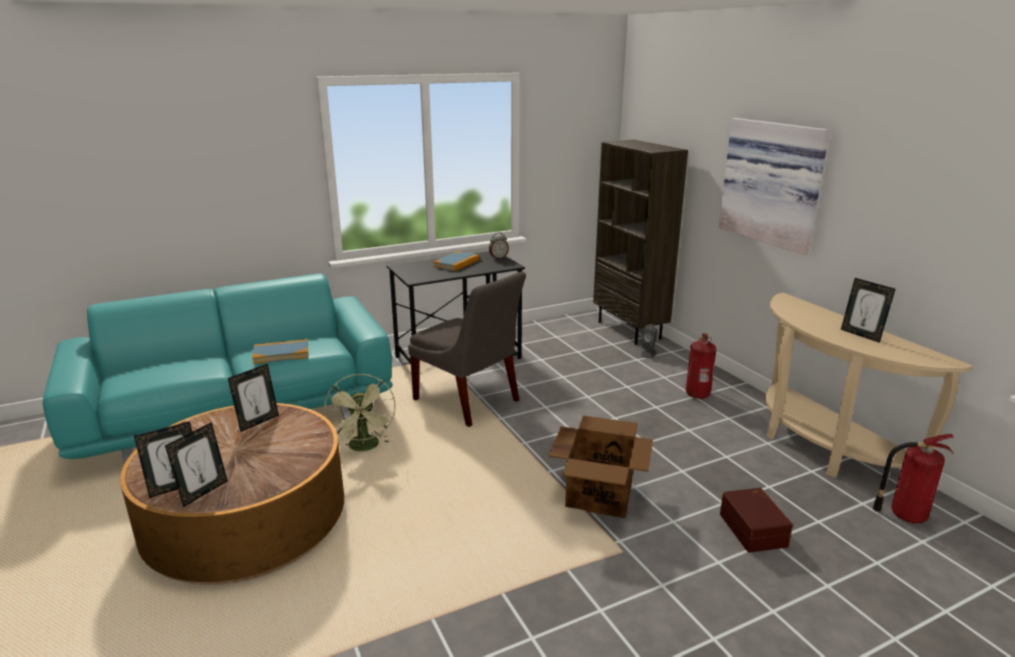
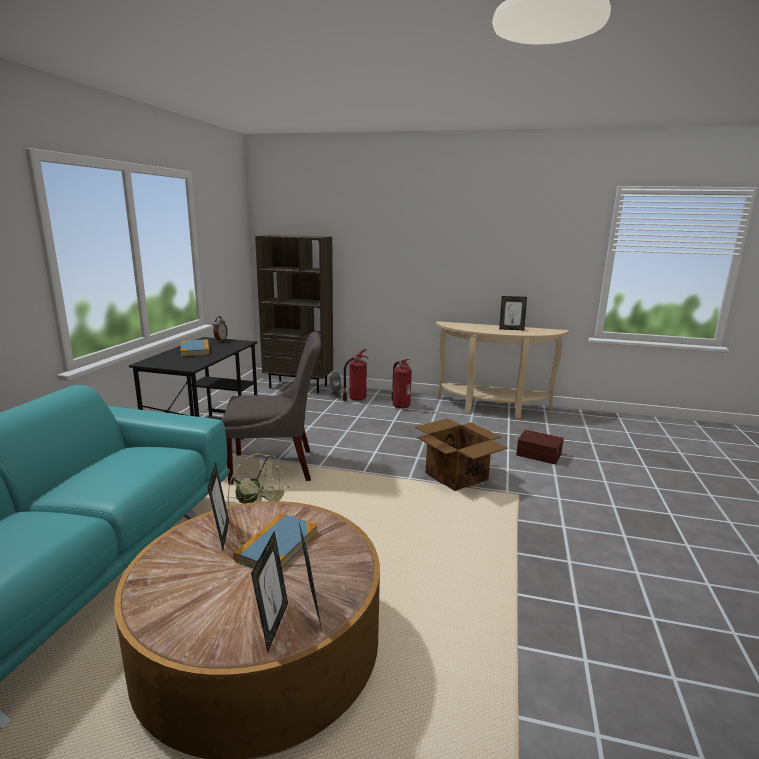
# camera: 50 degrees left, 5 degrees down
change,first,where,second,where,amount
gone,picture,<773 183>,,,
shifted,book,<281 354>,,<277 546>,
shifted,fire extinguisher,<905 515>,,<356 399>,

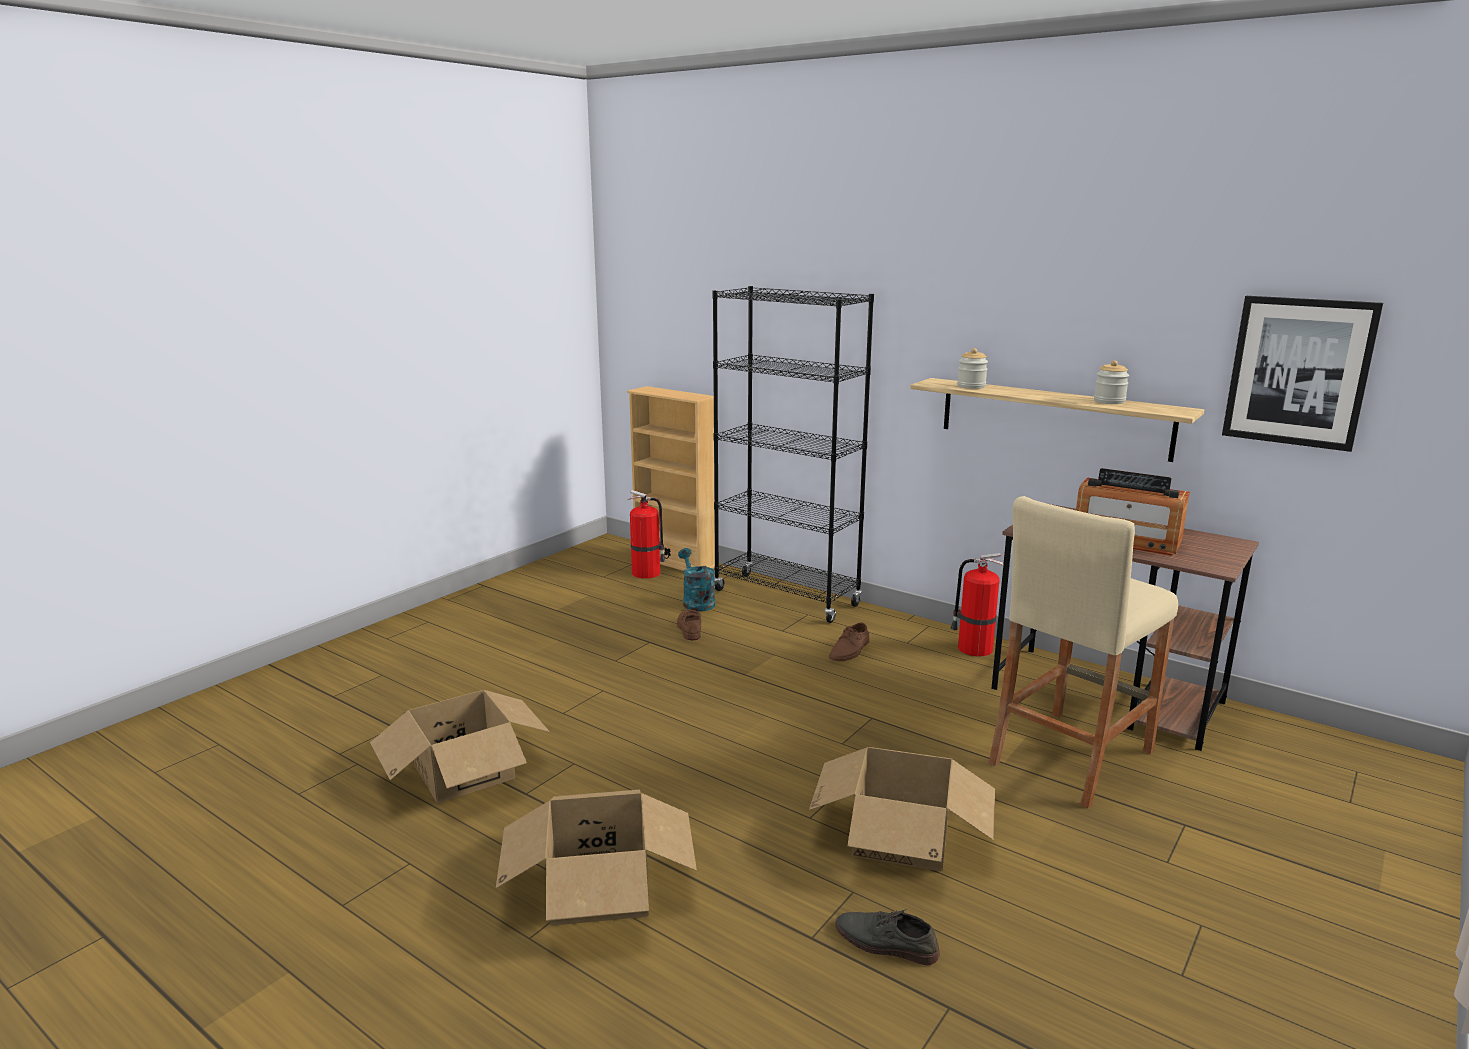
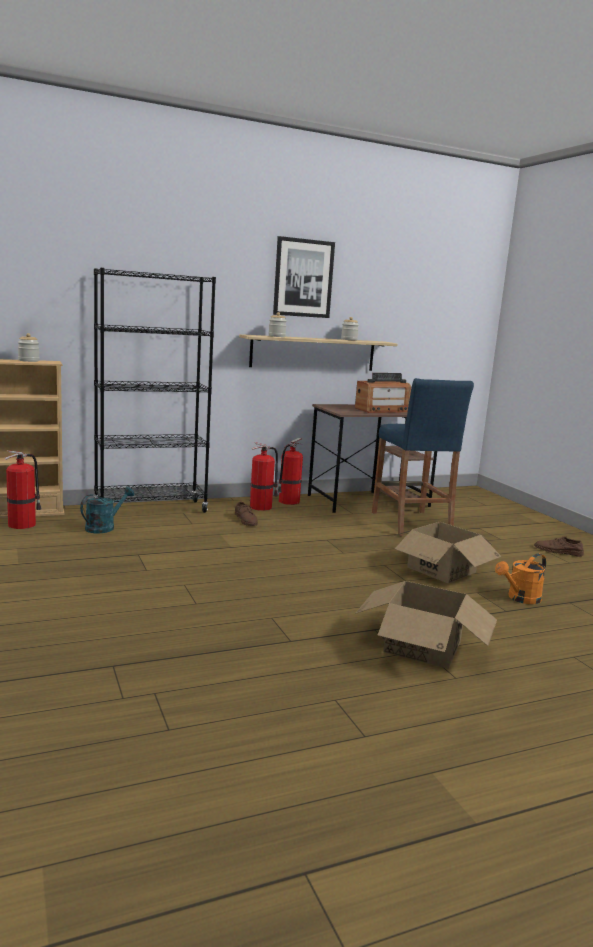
# camera: 60 degrees left, 5 degrees down
change,first,where,second,where,amount
gone,cardboard box,<463 771>,,,
new,,,jar,<29 360>,
new,,,fire extinguisher,<262 507>,
shifted,brown shoe,<689 628>,,<558 551>,
shifted,picture,<1298 372>,,<303 278>,
swapped,grey shoe,<885 943>,orange watering can,<520 599>,
repainted,beige stool,<1070 757>,blue stool,<410 523>,
rotated,turquoise watering can,<696 601>,,<104 527>,120 degrees clockwise

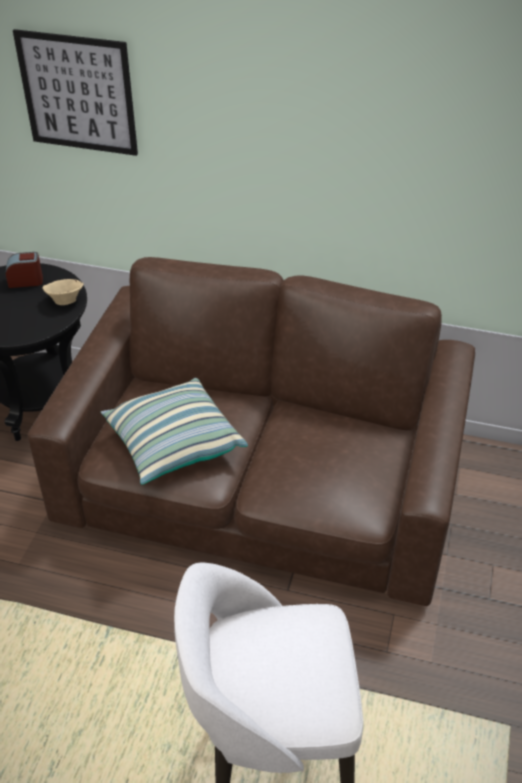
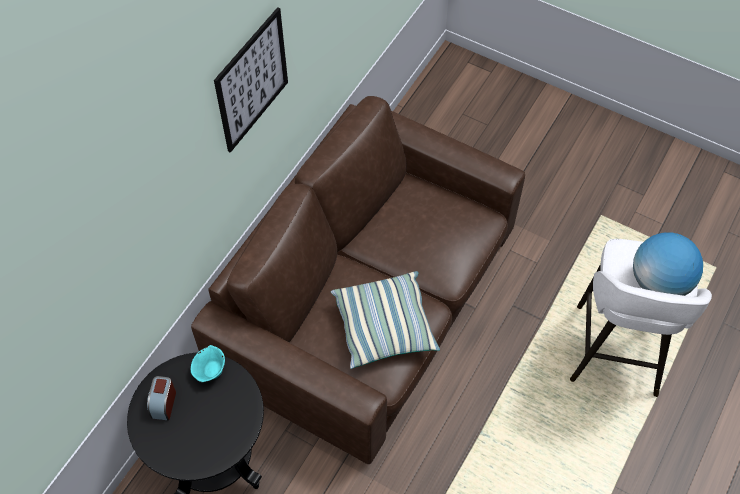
# camera: 75 degrees left, 15 degrees up
change,first,where,second,where,amount
new,,,globe,<659 282>,
shifted,picture,<78 93>,,<252 80>,
repainted,beige bowl,<65 301>,turquoise bowl,<210 371>,

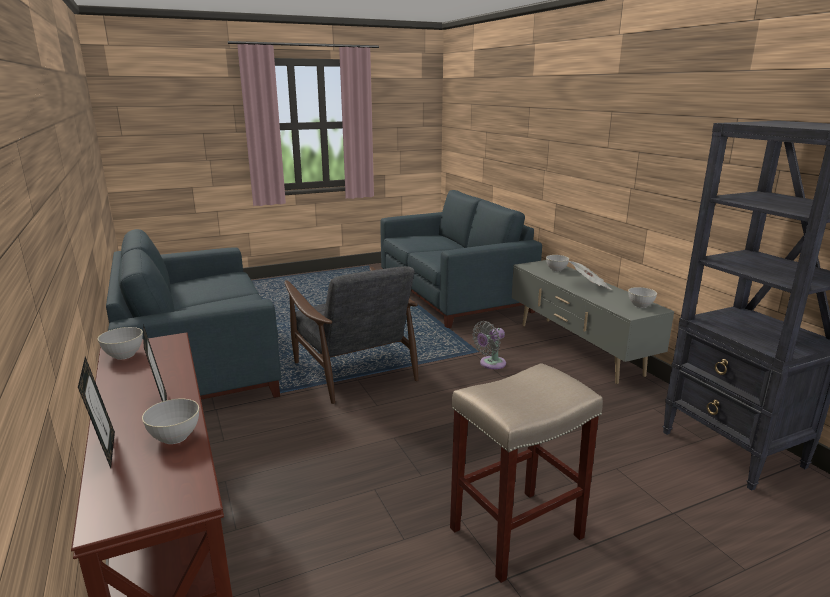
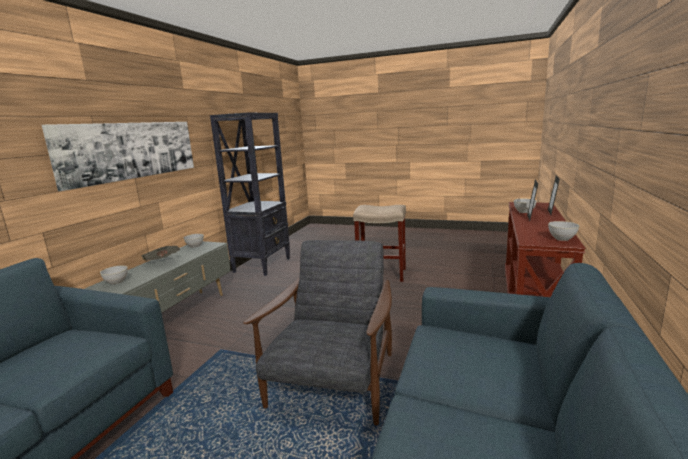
# camera: 135 degrees left, 5 degrees down
change,first,where,second,where,amount
gone,grey fan,<490 364>,,,
new,,,picture,<131 150>,

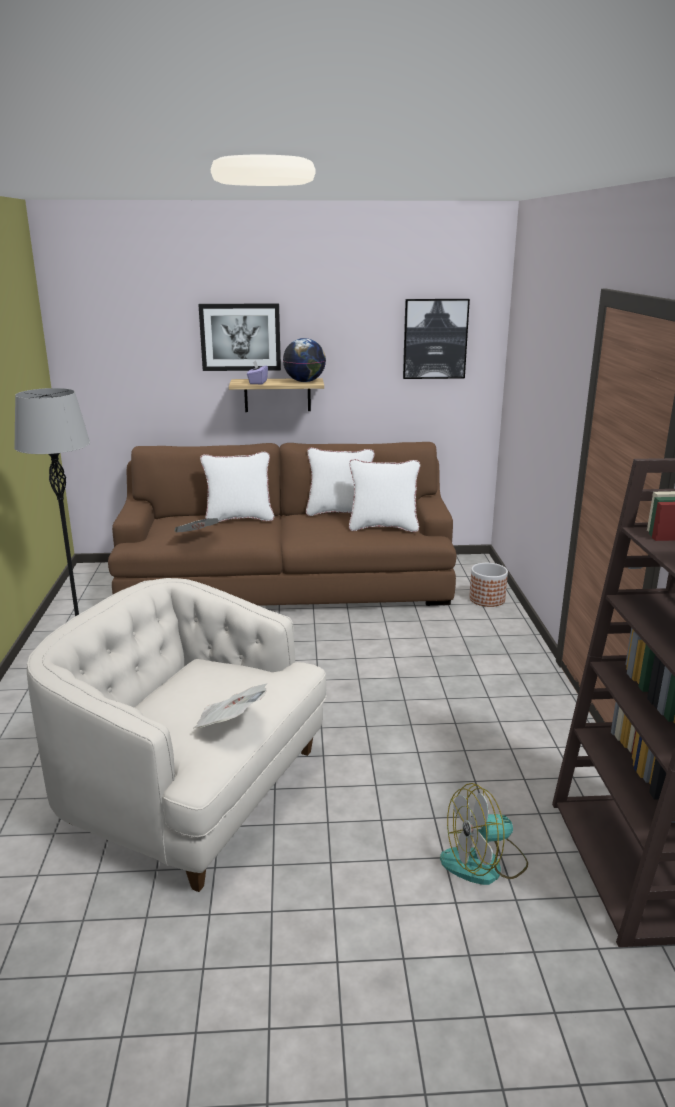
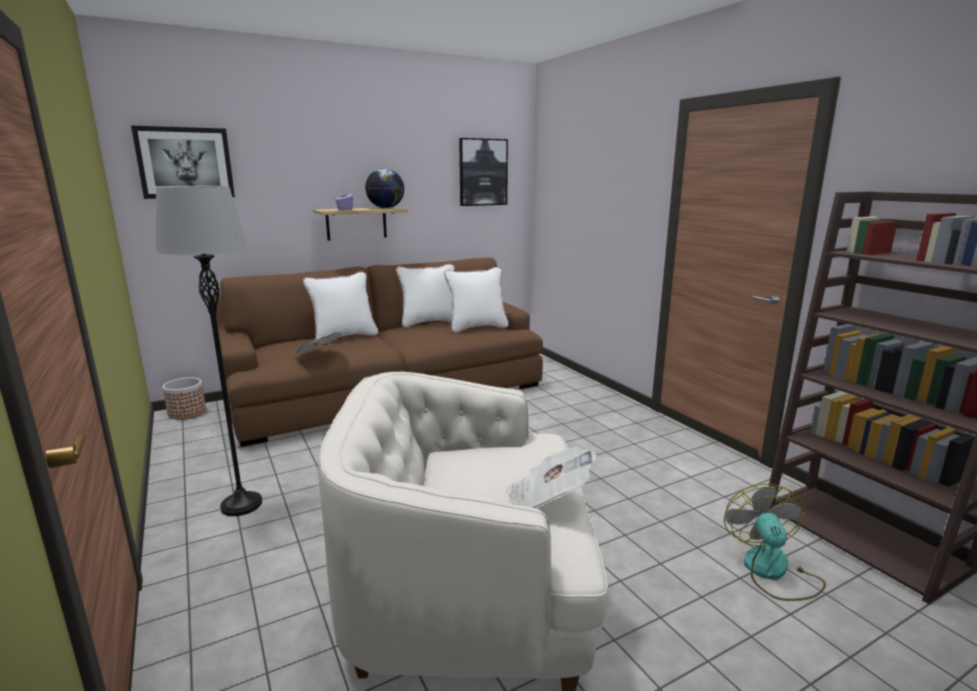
# camera: 25 degrees left, 5 degrees down
change,first,where,second,where,amount
shifted,picture,<240 337>,,<185 163>,
shifted,planter,<487 599>,,<187 412>,
rotated,fan,<484 863>,,<772 572>,135 degrees clockwise

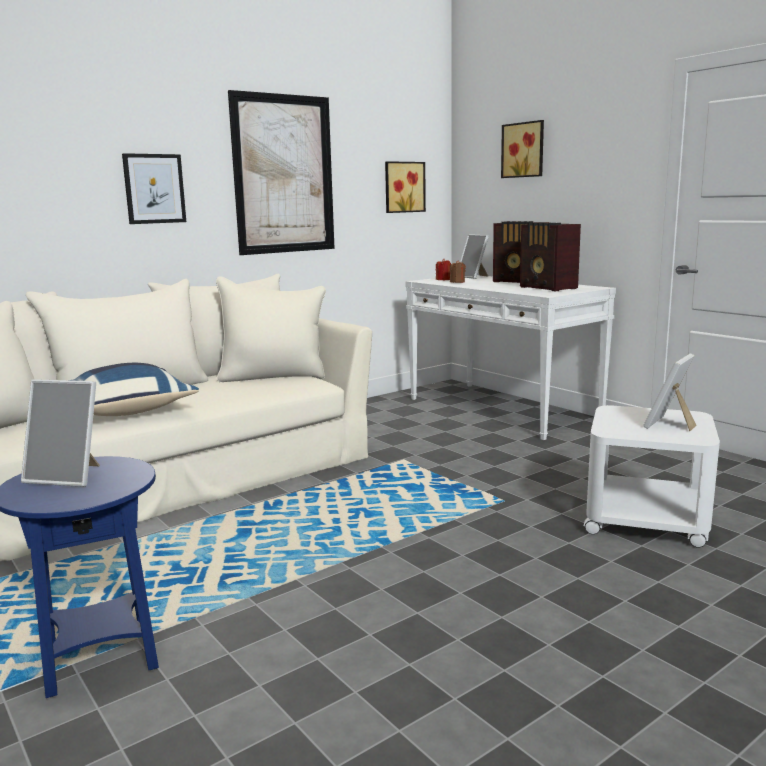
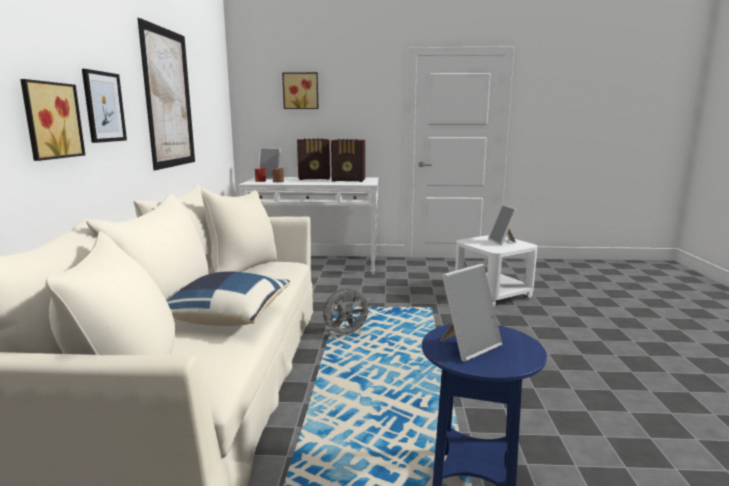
# camera: 50 degrees left, 0 degrees up
change,first,where,second,where,amount
new,,,grey fan,<346 334>,
shifted,picture,<403 187>,,<50 120>,

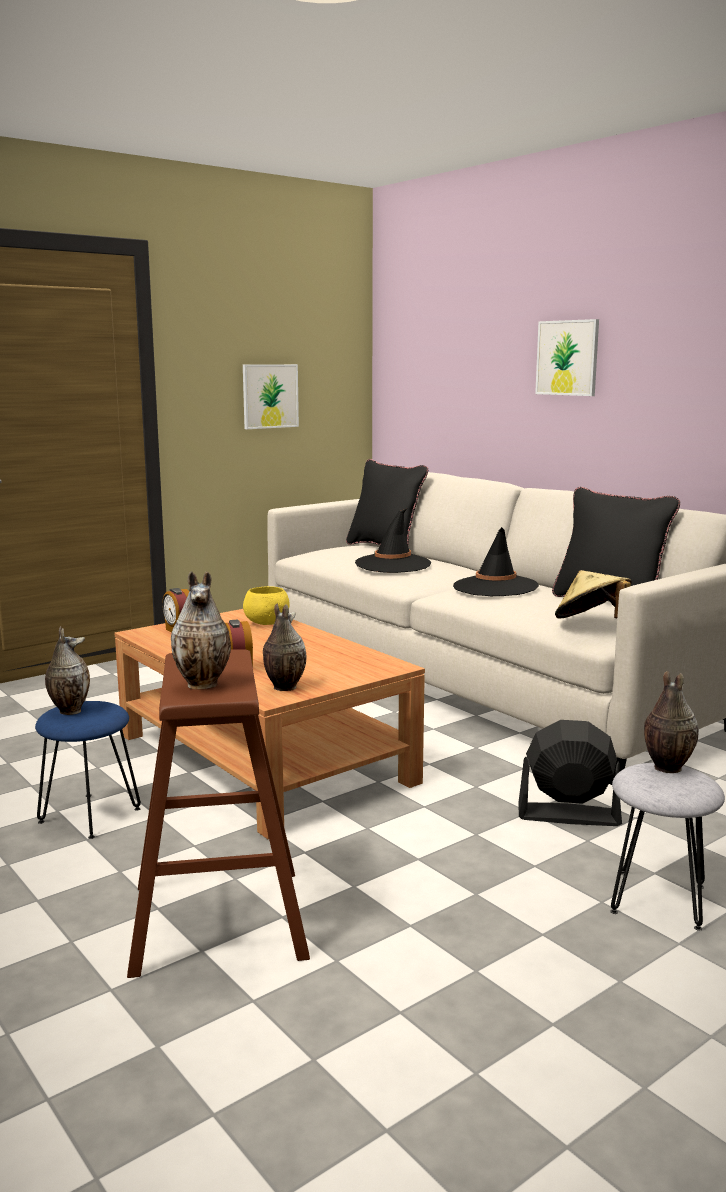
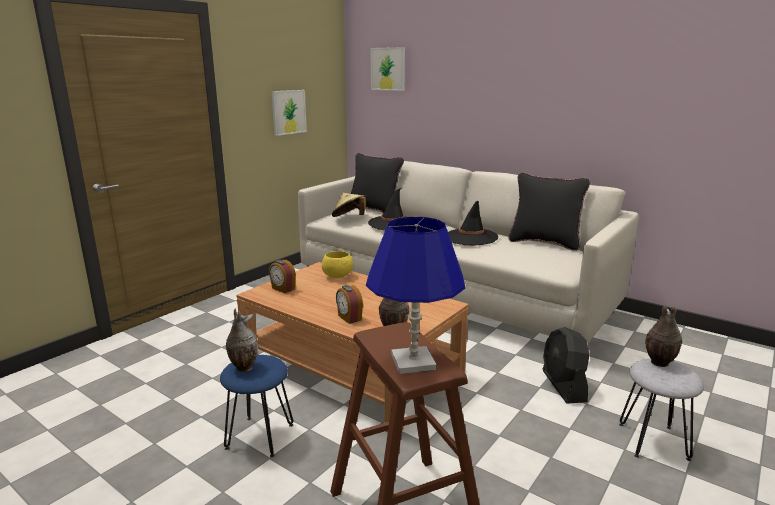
# camera: 15 degrees left, 5 degrees up
change,first,where,second,where,amount
shifted,picture,<567 358>,,<388 69>,
shifted,beige hat,<591 623>,,<349 218>,
swapped,vase,<204 684>,blue table lamp,<413 362>,
rotated,black fan,<568 815>,,<563 386>,90 degrees counterclockwise

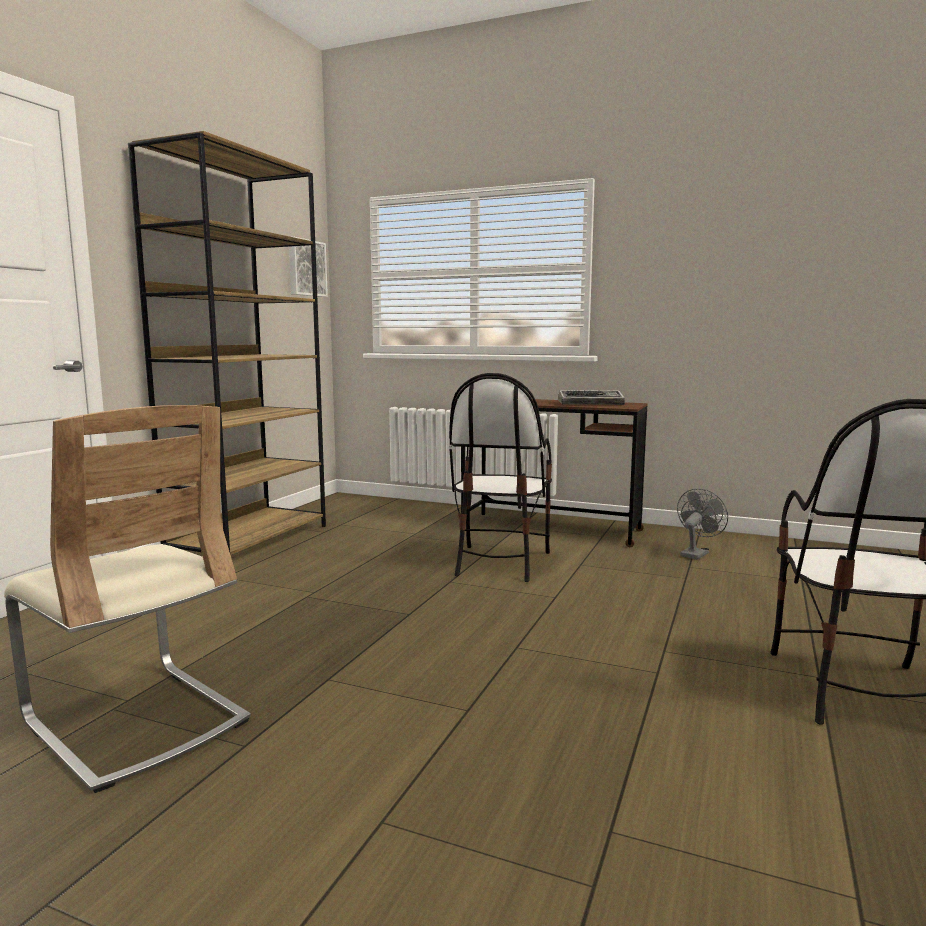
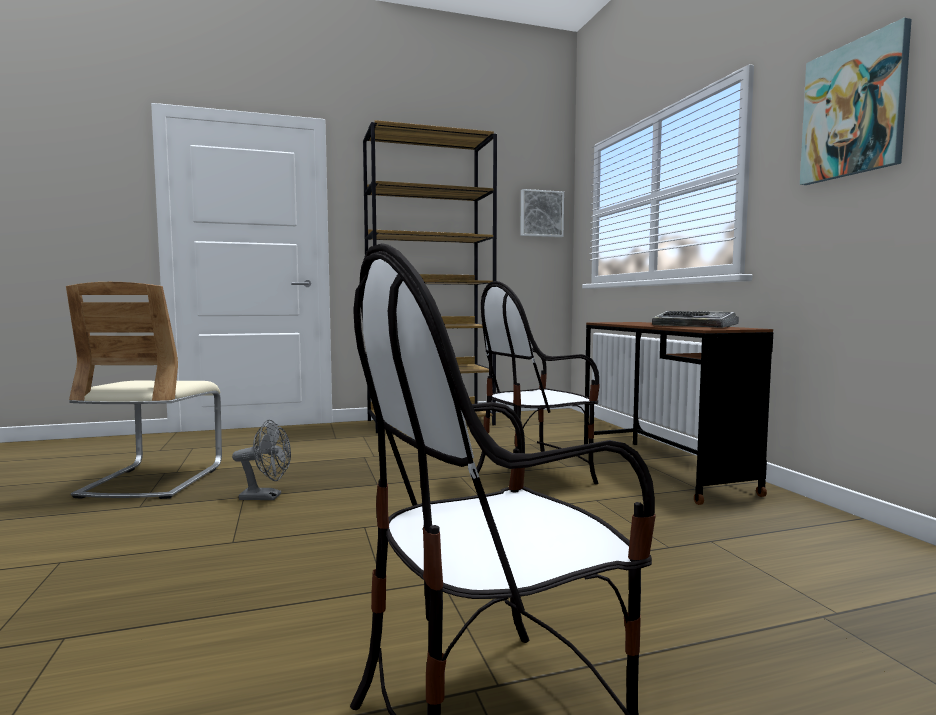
# camera: 50 degrees right, 5 degrees down
change,first,where,second,where,amount
new,,,picture,<853 110>,
shifted,grey fan,<696 553>,,<267 497>,

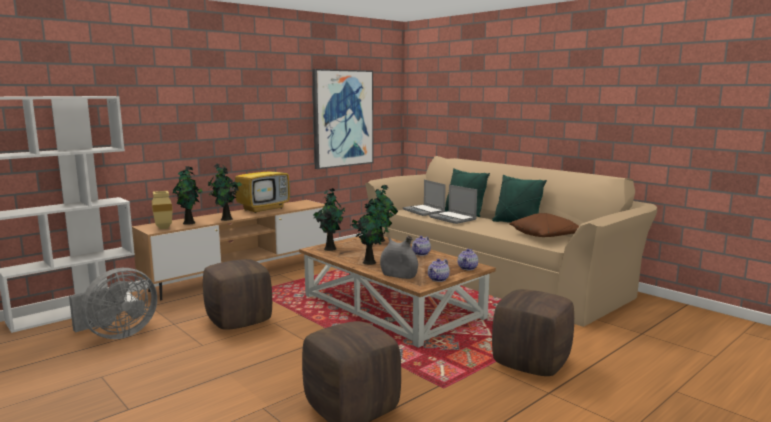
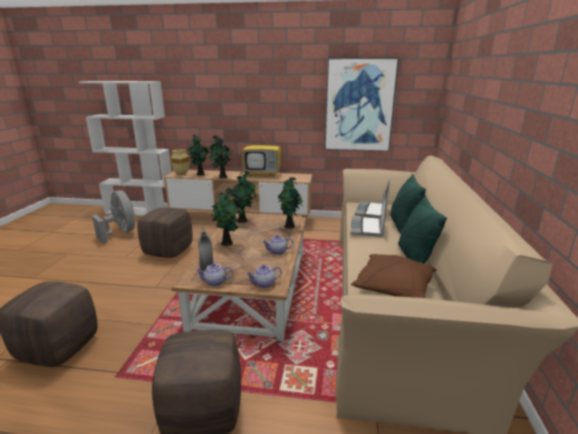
# camera: 50 degrees right, 10 degrees up
change,first,where,second,where,amount
rotated,grey fan,<117 334>,,<121 233>,135 degrees counterclockwise

